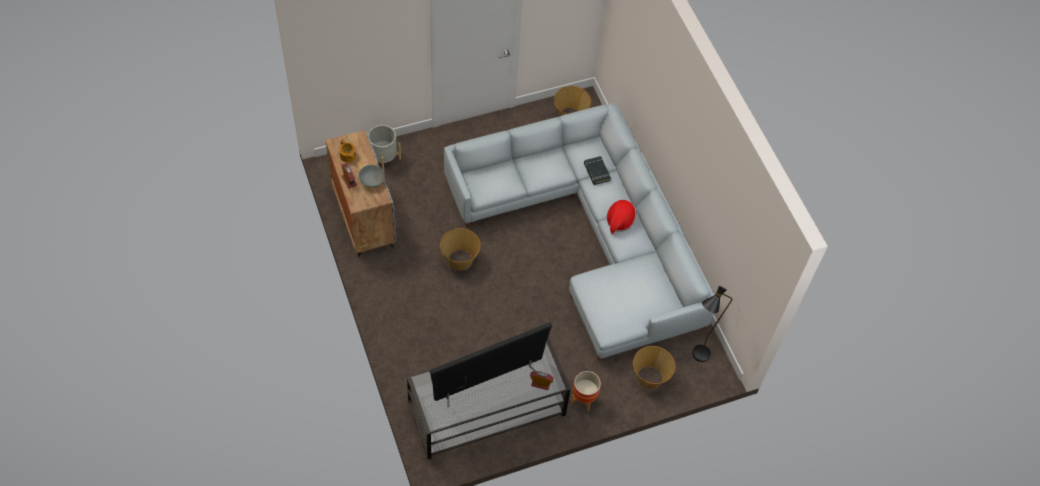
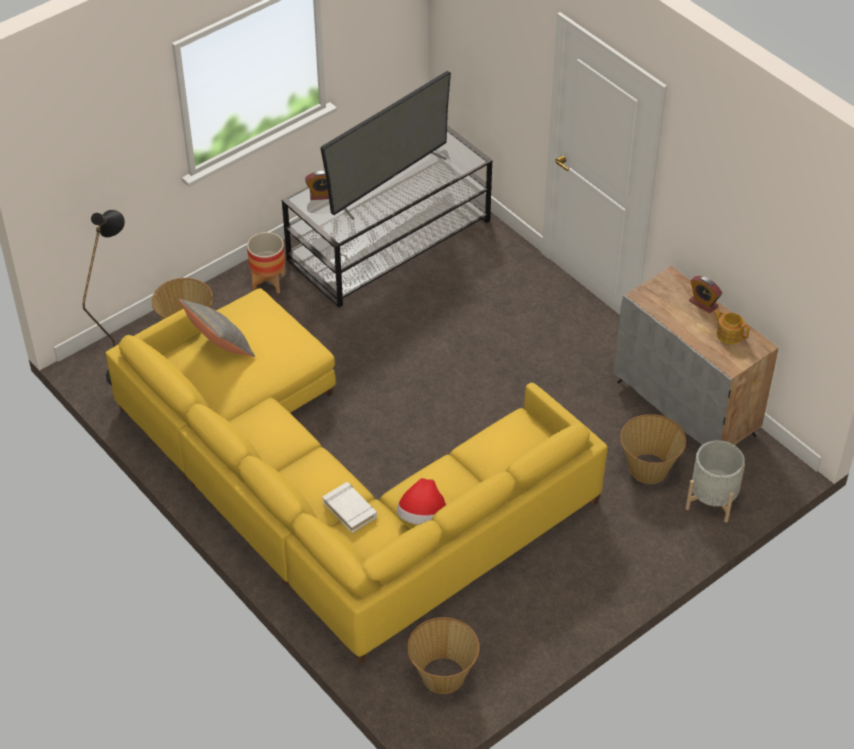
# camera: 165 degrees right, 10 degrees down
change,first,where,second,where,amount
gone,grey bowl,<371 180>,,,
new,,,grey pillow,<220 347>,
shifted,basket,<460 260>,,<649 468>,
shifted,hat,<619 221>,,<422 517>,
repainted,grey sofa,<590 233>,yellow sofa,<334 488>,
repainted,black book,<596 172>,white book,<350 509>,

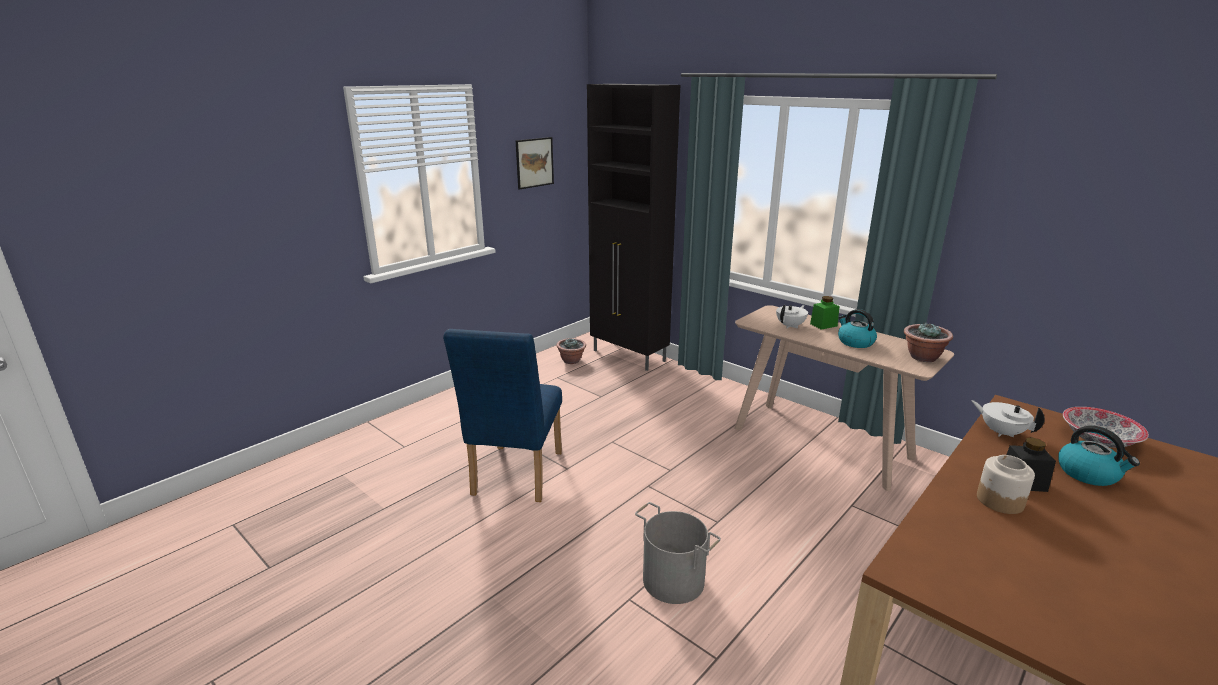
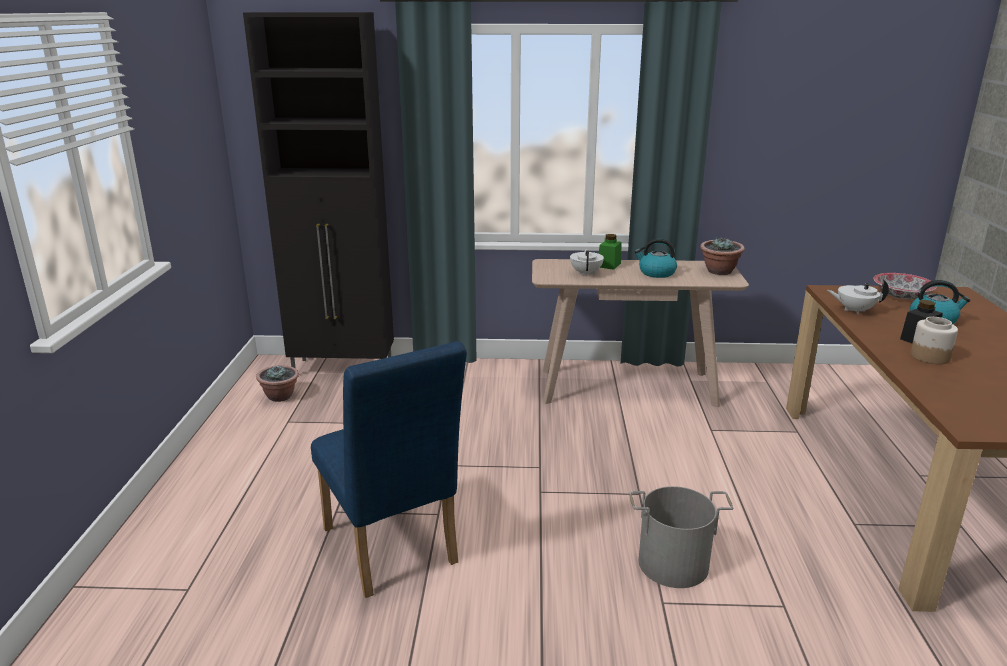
# camera: 40 degrees left, 0 degrees up
change,first,where,second,where,amount
gone,picture,<534 162>,,,

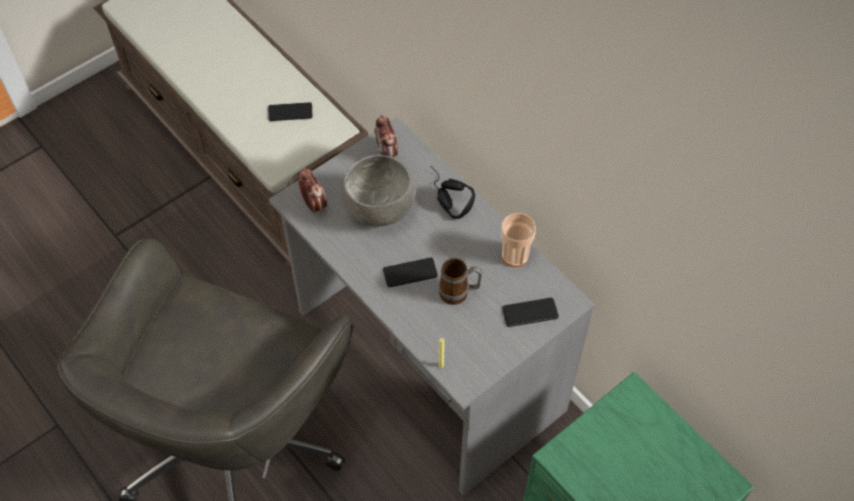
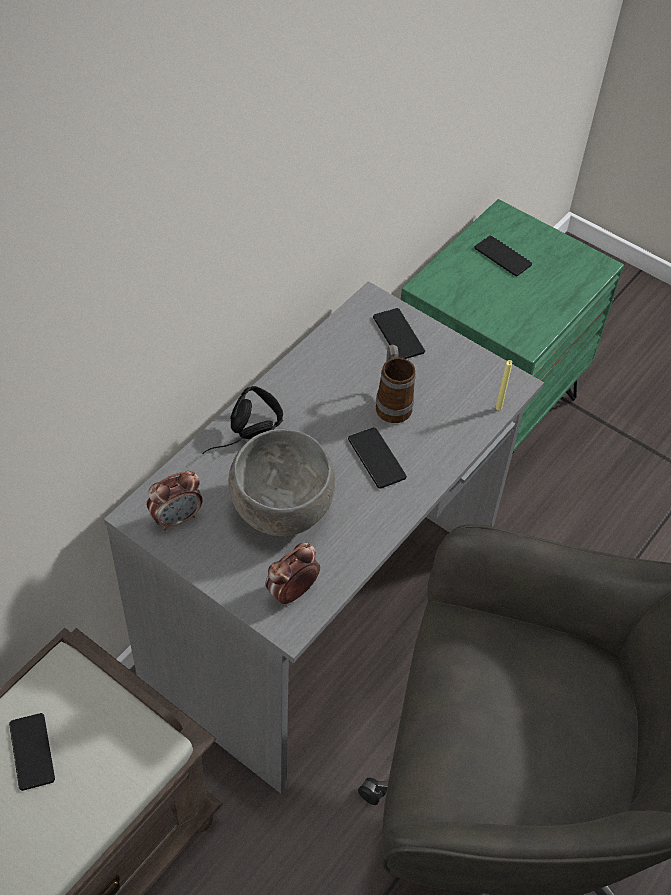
# camera: 105 degrees left, 5 degrees down
change,first,where,second,where,amount
gone,cup,<515 255>,,,
new,,,phone,<502 256>,

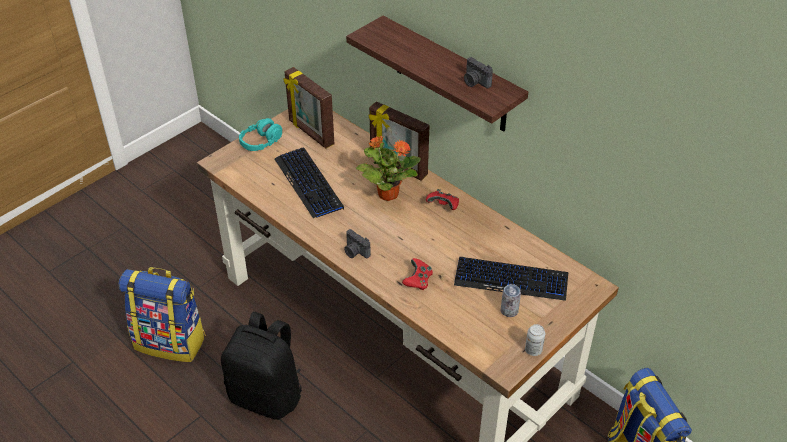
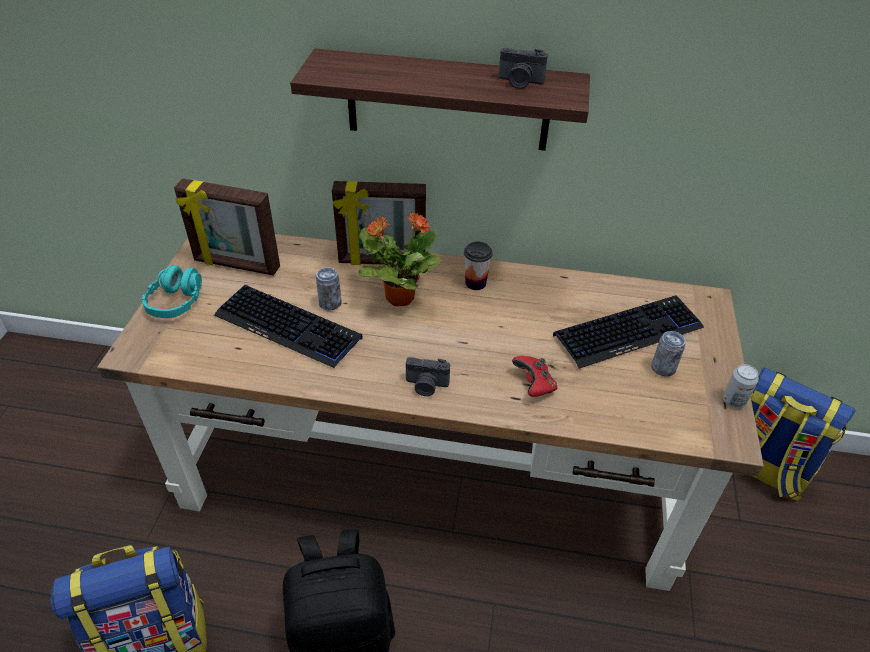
# camera: 35 degrees left, 0 degrees up
change,first,where,second,where,amount
new,,,can,<330 304>,
swapped,red game controller,<443 206>,cup,<475 283>,

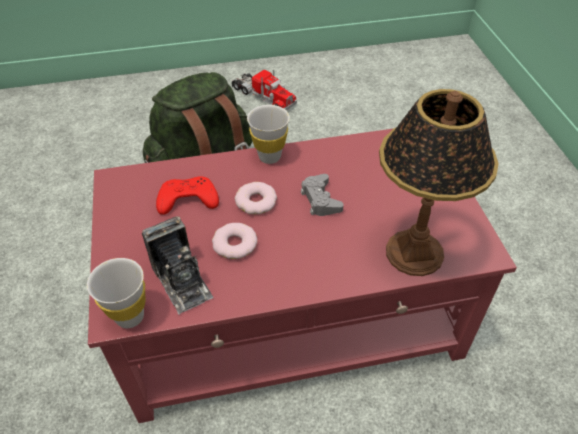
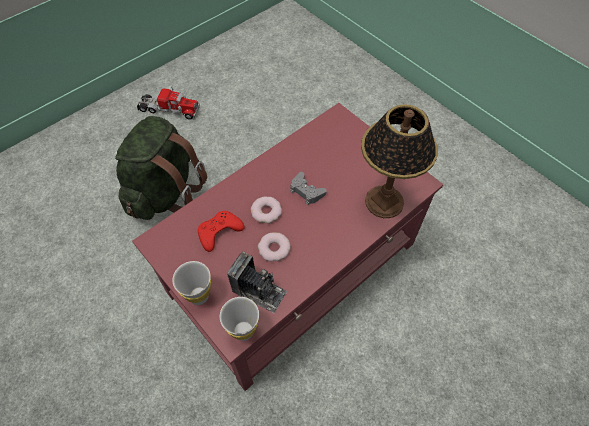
# camera: 30 degrees left, 10 degrees up
change,first,where,second,where,amount
shifted,white cup,<269 156>,,<199 296>,

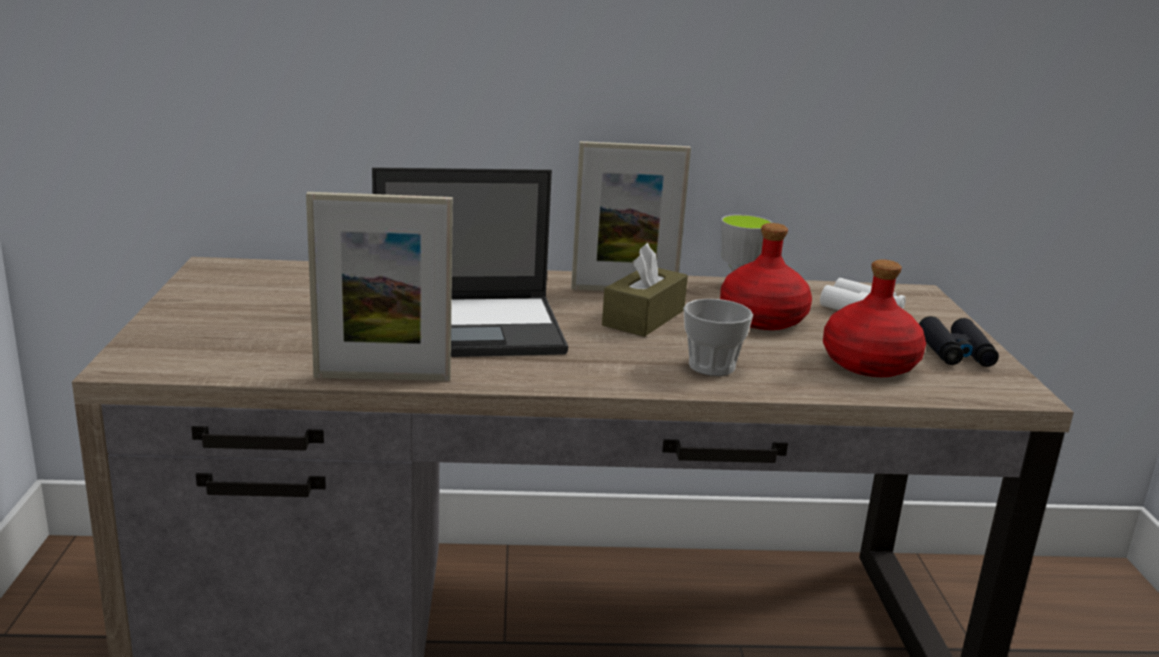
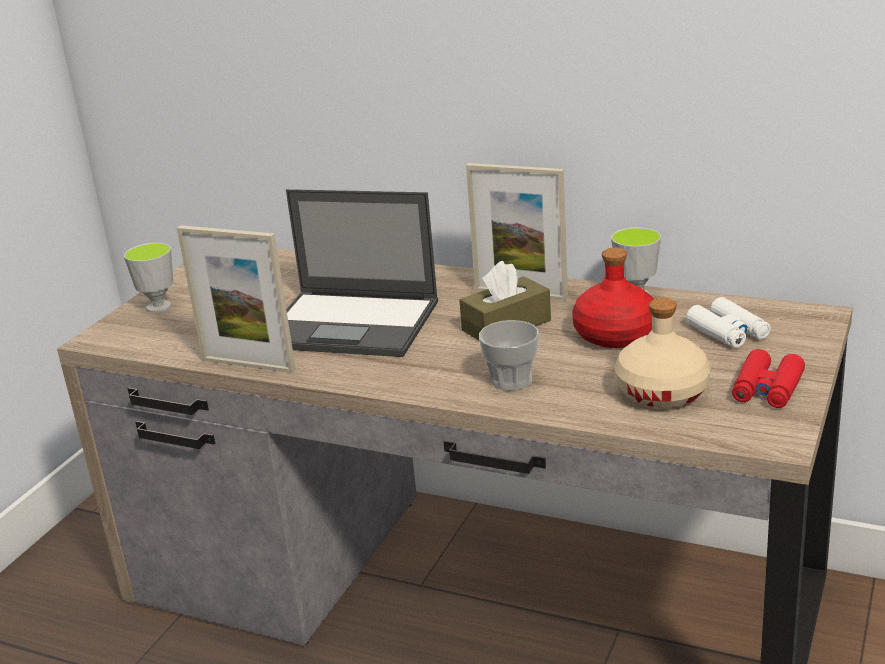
# camera: 30 degrees right, 5 degrees up
change,first,where,second,where,amount
new,,,cup,<159 307>,
repainted,red bottle,<869 363>,beige bottle,<662 392>,
repainted,black binoculars,<955 353>,red binoculars,<767 389>,

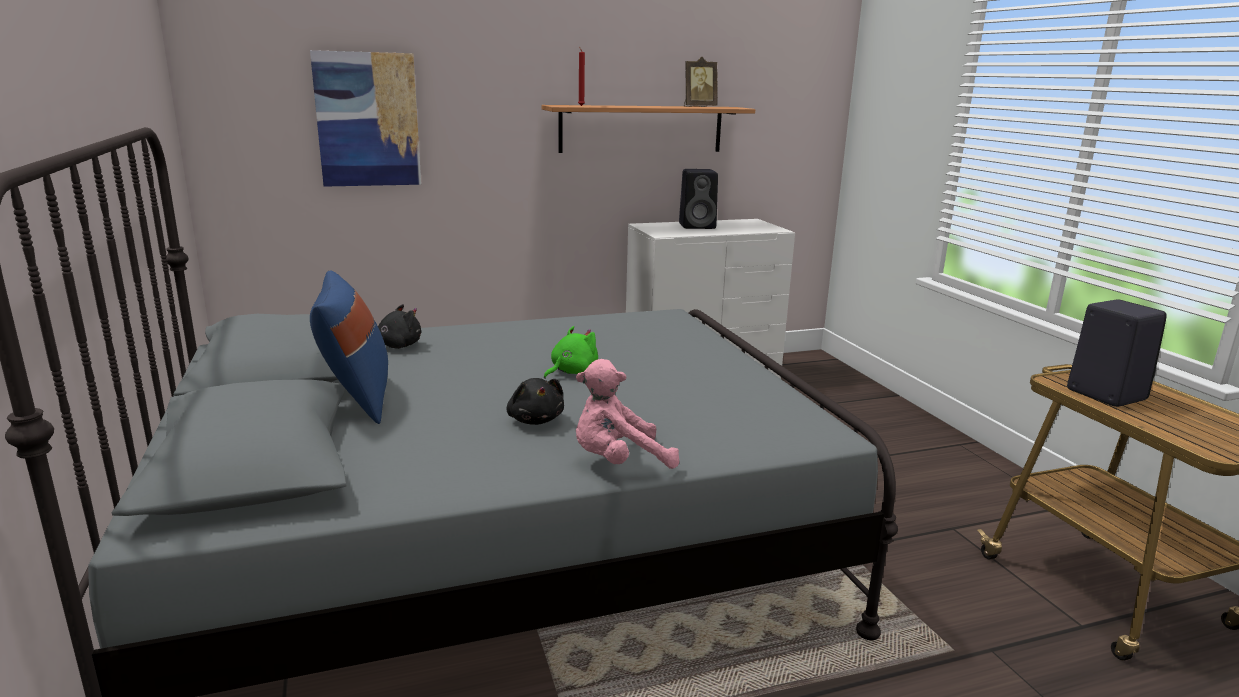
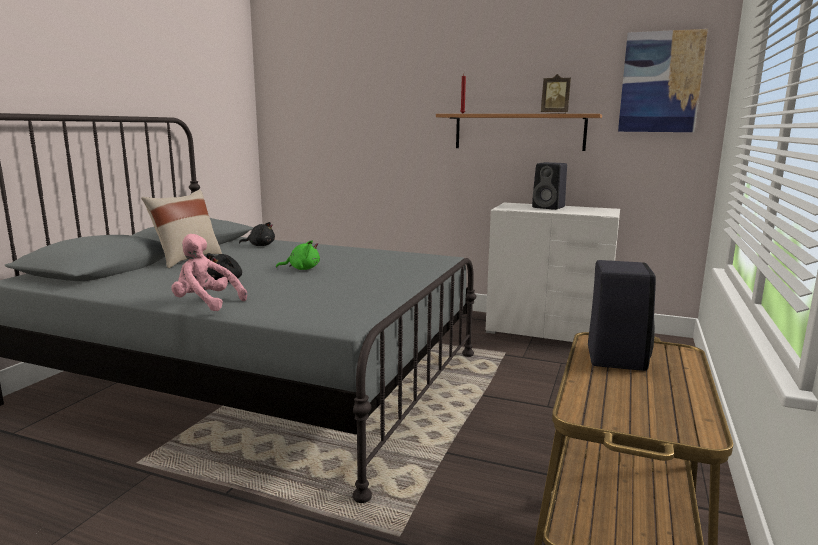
# camera: 40 degrees right, 5 degrees down
change,first,where,second,where,amount
shifted,picture,<367 120>,,<660 82>,
repainted,blue pillow,<356 400>,beige pillow,<186 259>,

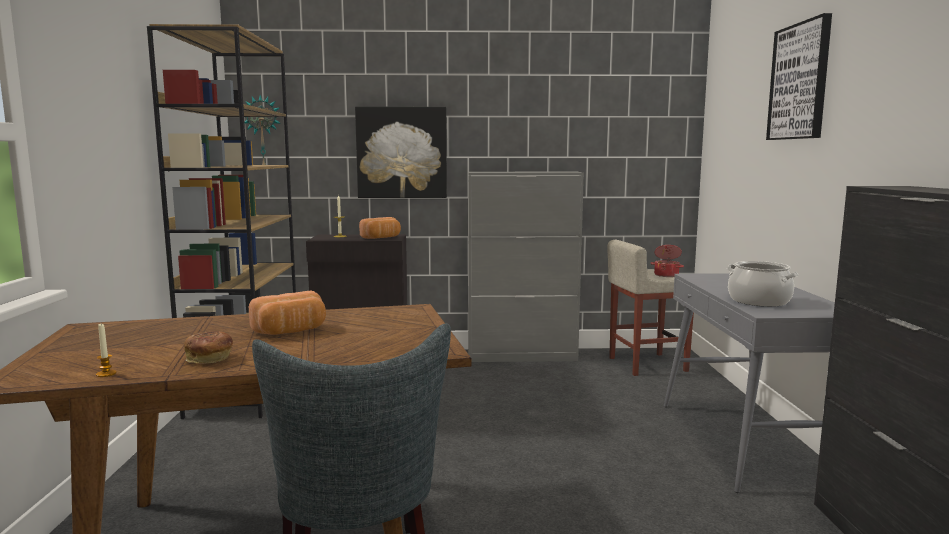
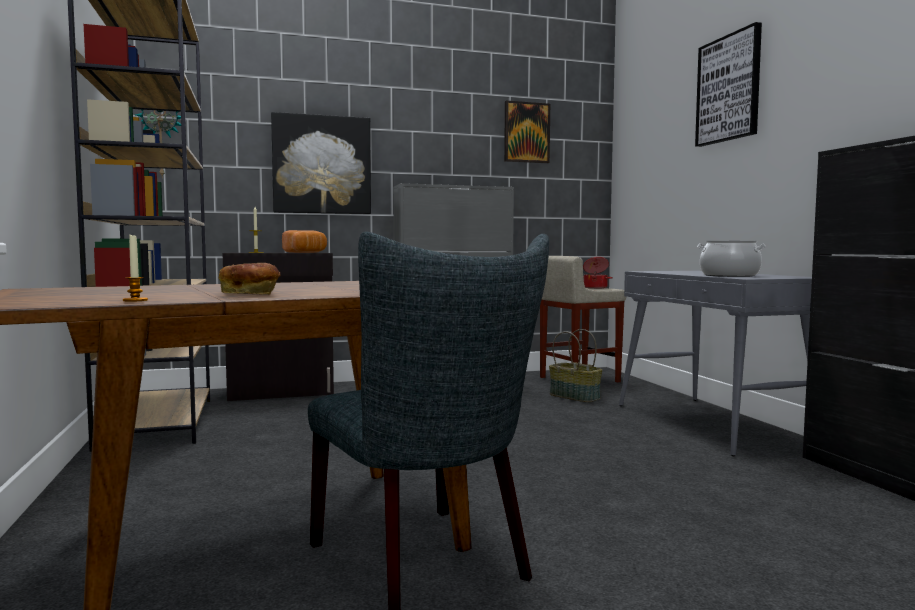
# camera: 15 degrees left, 5 degrees down
change,first,where,second,where,amount
gone,bread,<291 331>,,,
new,,,picture,<526 132>,
new,,,basket,<575 396>,

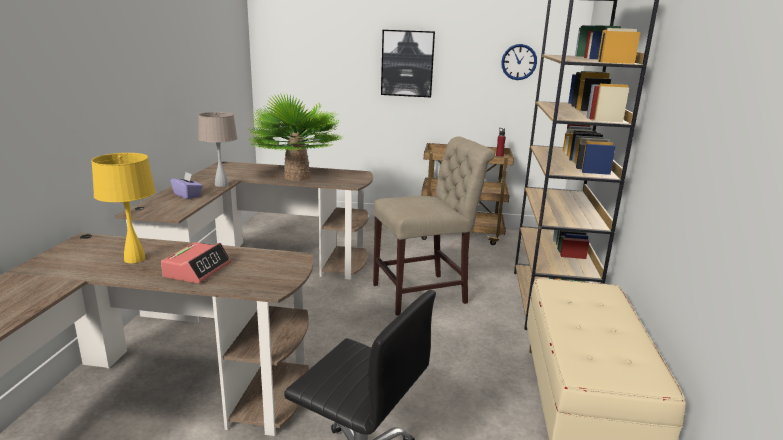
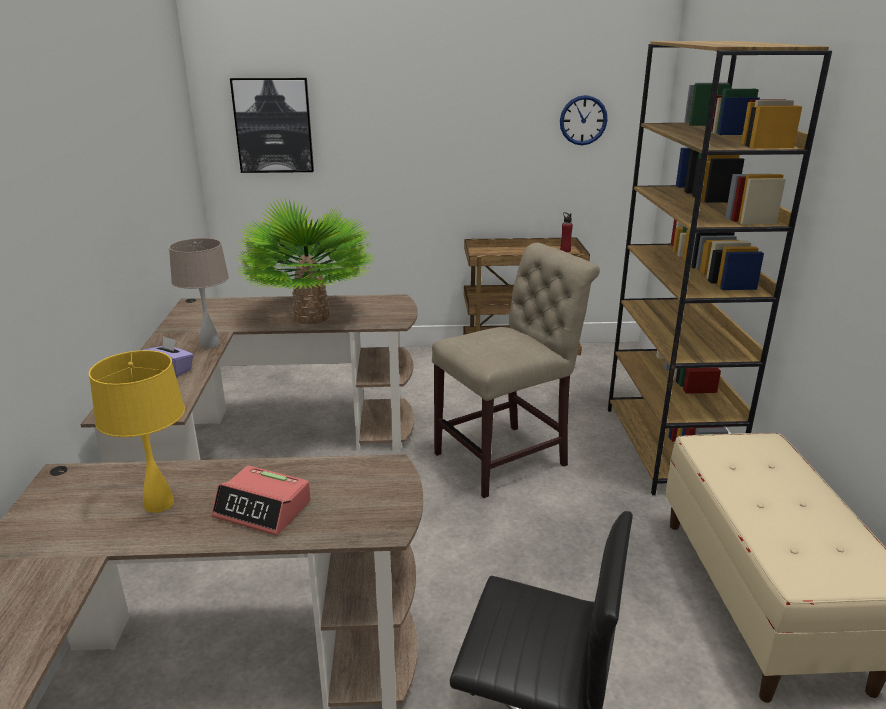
# camera: 10 degrees left, 5 degrees up
change,first,where,second,where,amount
shifted,picture,<407 63>,,<273 125>,
rotated,alarm clock,<197 270>,,<263 509>,105 degrees clockwise

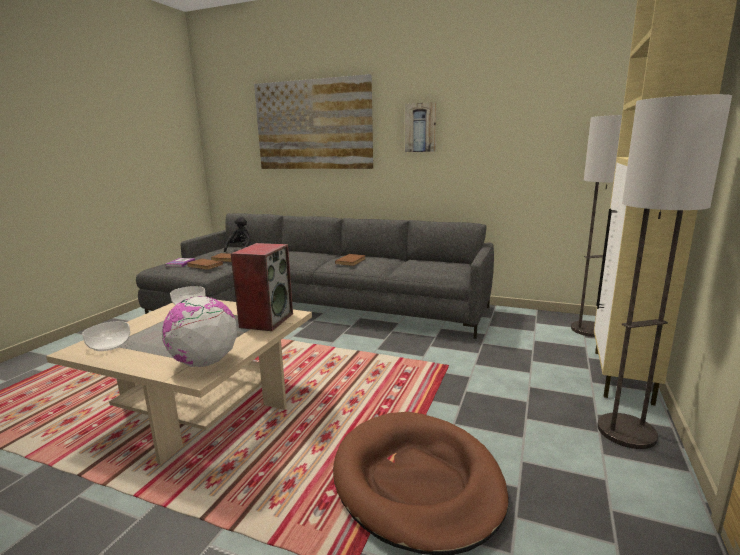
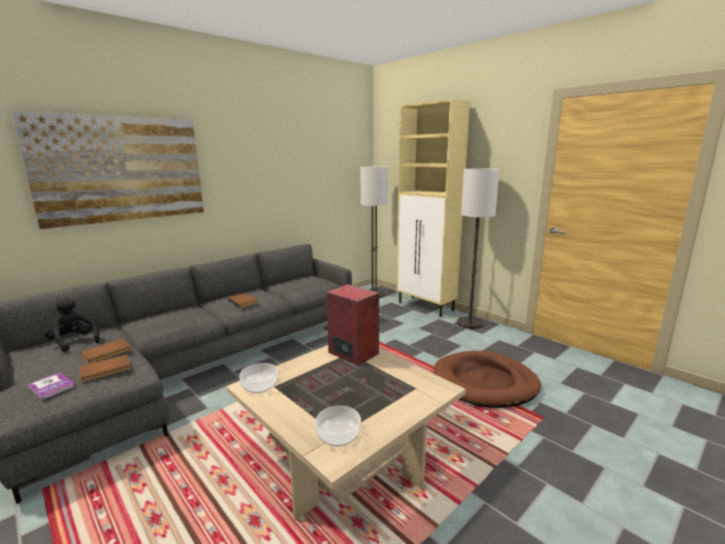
# camera: 65 degrees left, 0 degrees up
change,first,where,second,where,amount
gone,globe,<204 363>,,,
gone,picture,<420 127>,,,

